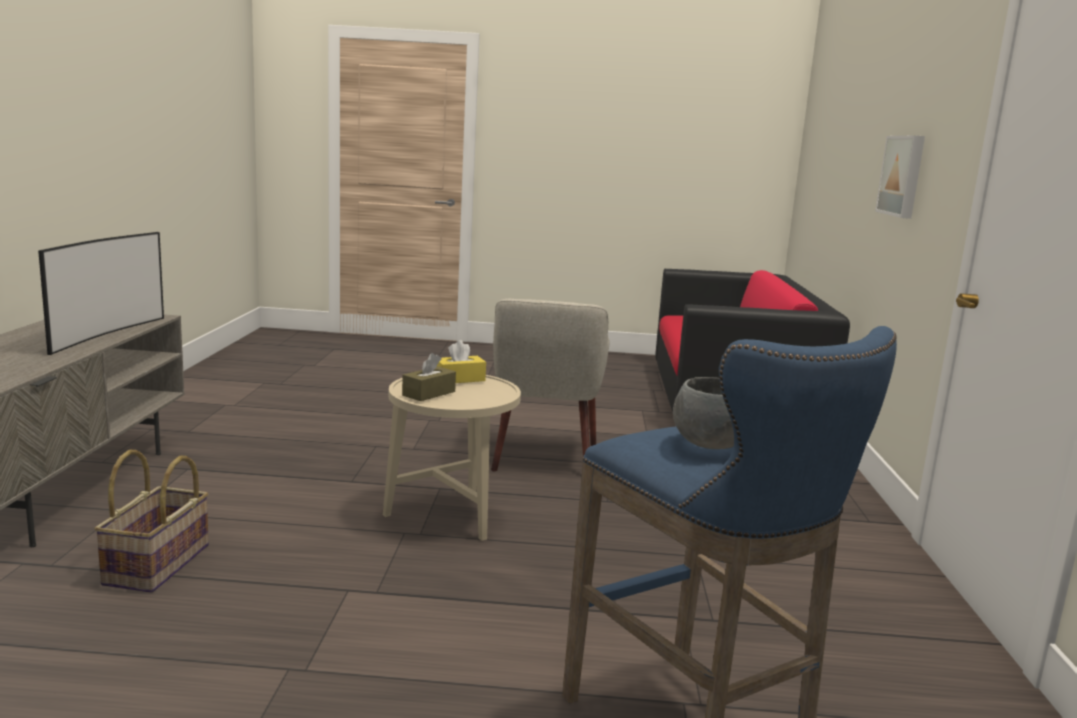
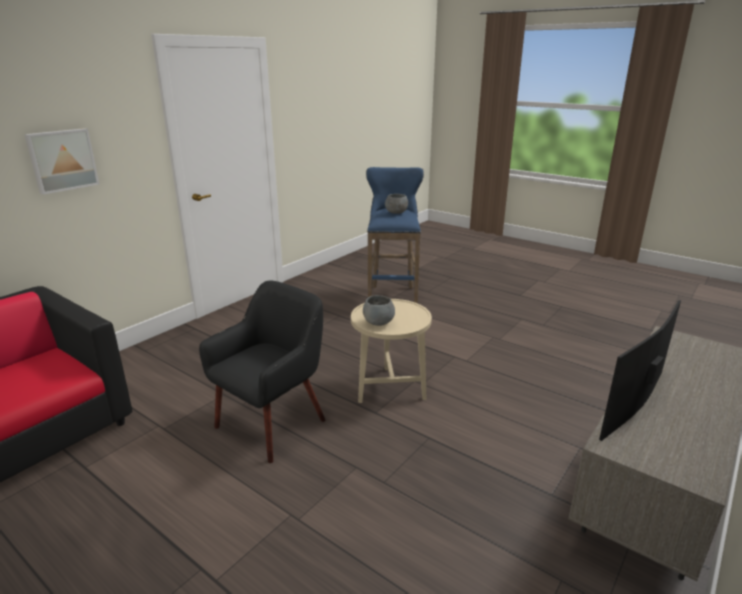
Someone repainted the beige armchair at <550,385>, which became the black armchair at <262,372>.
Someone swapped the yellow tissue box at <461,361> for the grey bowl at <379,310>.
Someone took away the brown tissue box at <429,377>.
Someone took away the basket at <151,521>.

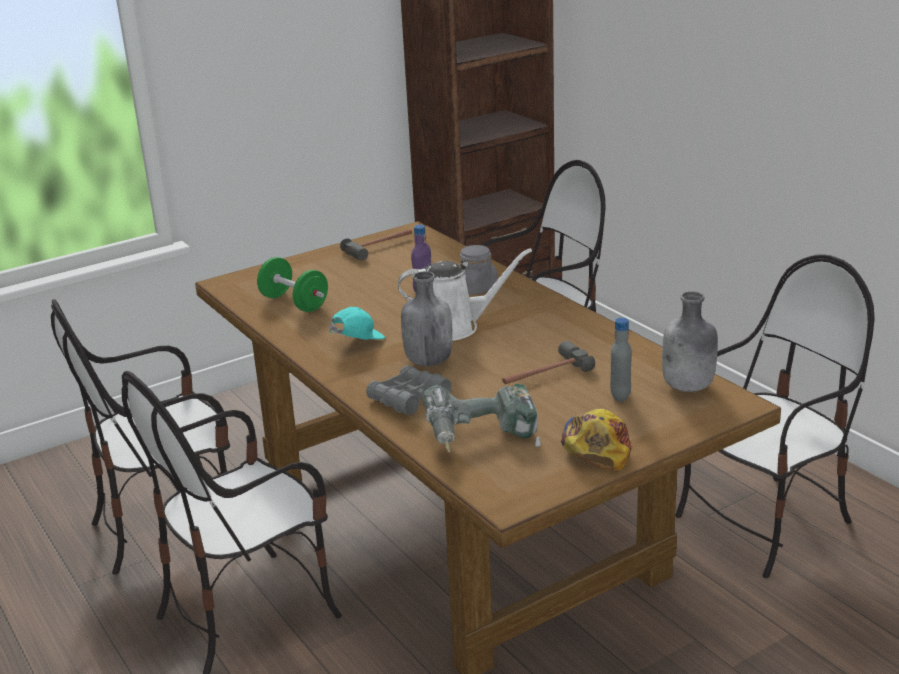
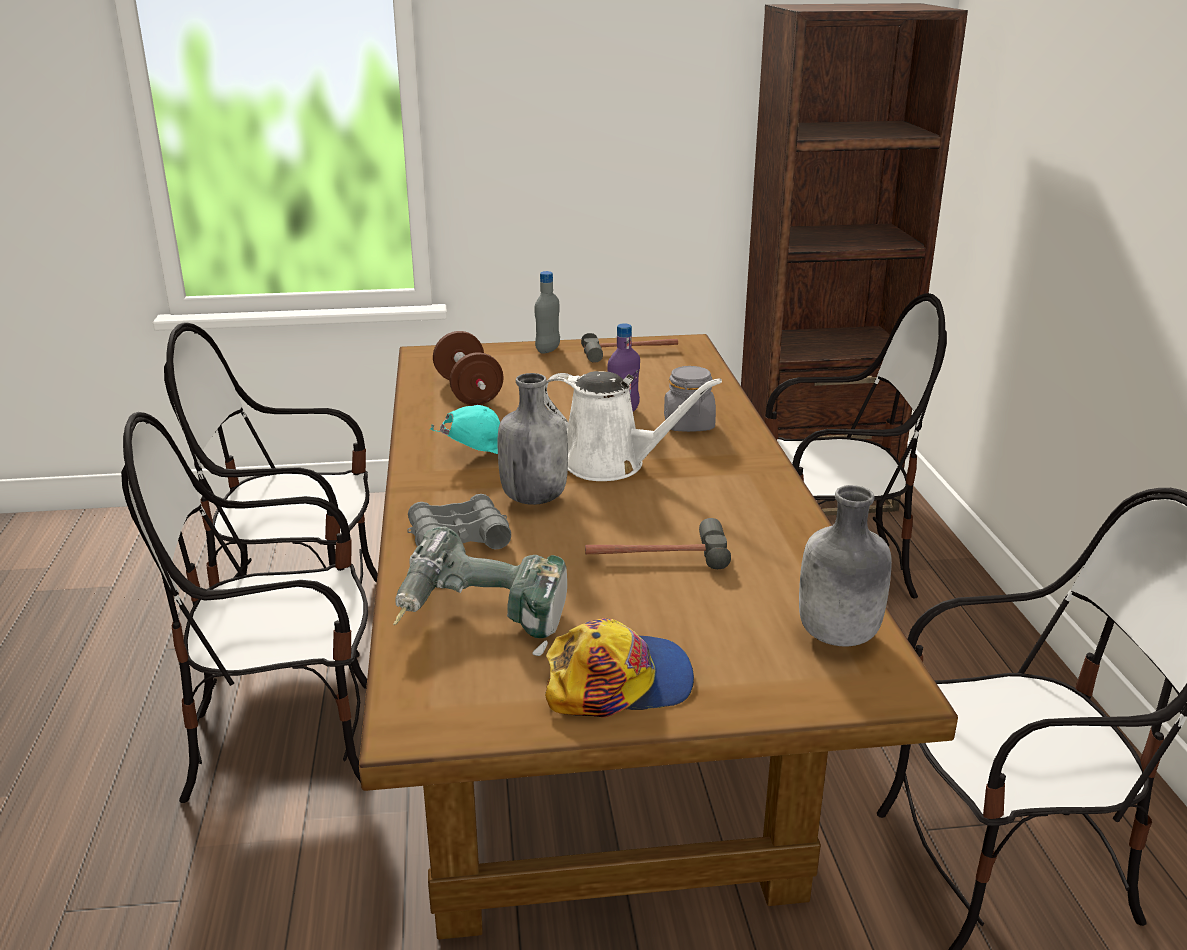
Someone repainted the green dumbbell at <292,284>, which became the brown dumbbell at <468,368>.
Someone carried the grey bottle from <621,360> to <547,312>.
Someone rotated the cap at <596,440> by 45 degrees clockwise.

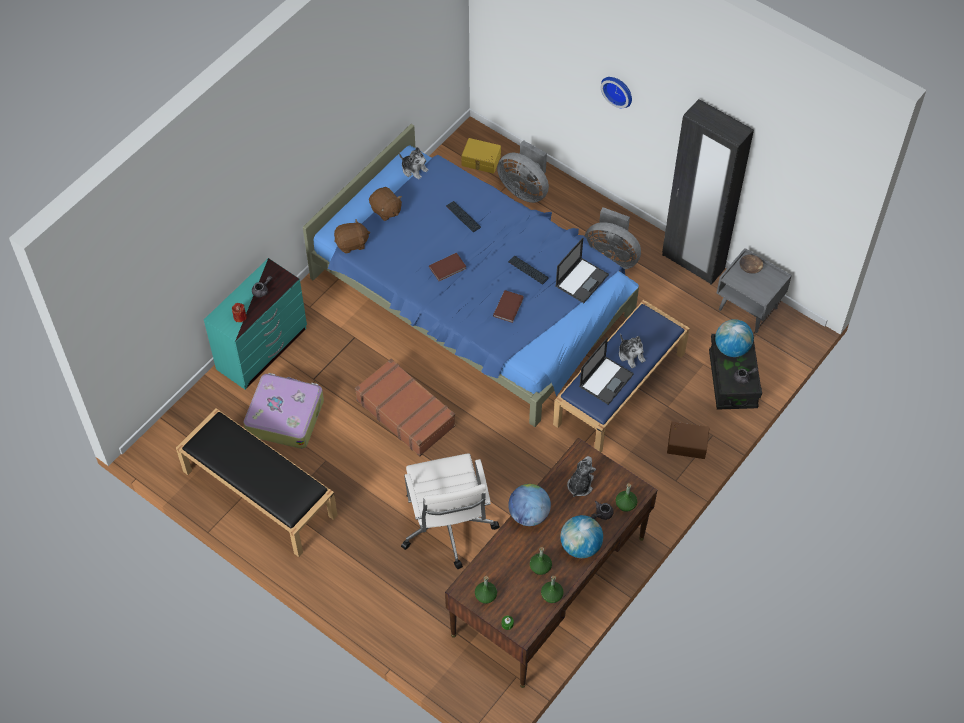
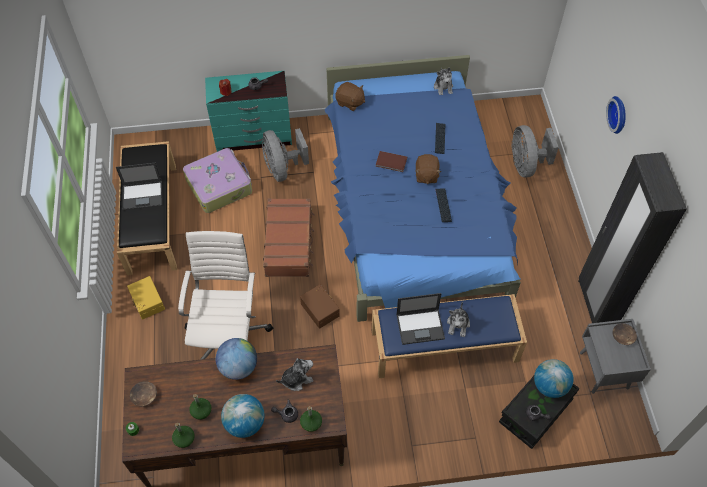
Someone carried the yellow storage box from <481,156> to <146,298>.
Someone carried the brown plush toy from <385,204> to <428,169>.
Someone carried the grey fan from <613,238> to <285,155>.
Someone carried the laptop from <582,270> to <139,186>.
Someone took away the brown book at <508,306>.
Someone carried the brown storage box from <688,440> to <320,306>.
Someone rotated the white office chair at <450,511> by 150 degrees clockwise.
Someone swapped the green bottle at <486,590> for the brown bowl at <143,393>.

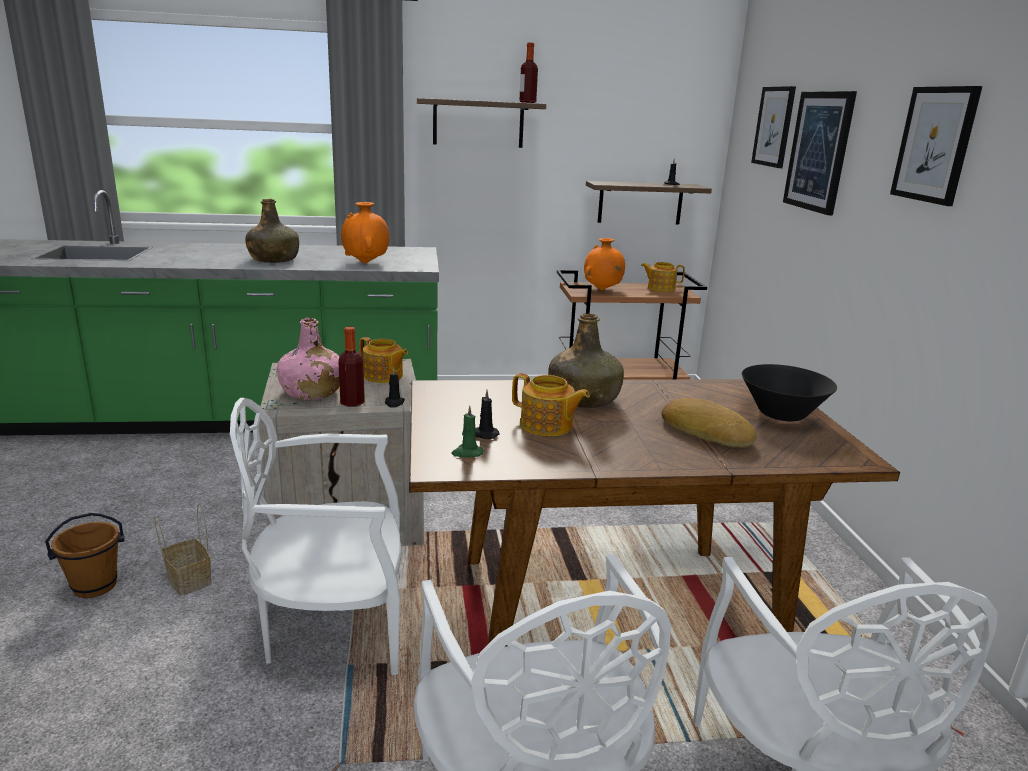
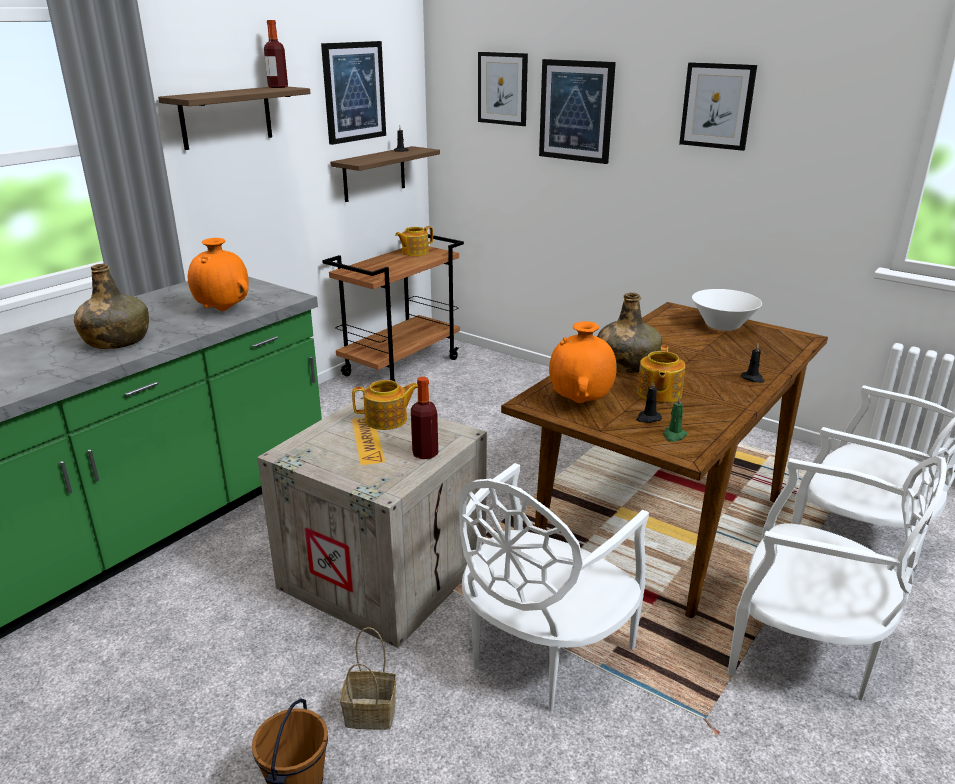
Someone carried the orange vase from <604,264> to <583,362>.
Someone took away the pink bottle at <308,359>.
Someone repainted the black bowl at <789,392>, which became the white bowl at <727,310>.
Someone carried the black candle from <395,388> to <753,363>.
Someone rotated the teapot at <551,404> by 120 degrees clockwise.
Someone took away the bread at <709,422>.
Someone put up the picture at <353,93>.

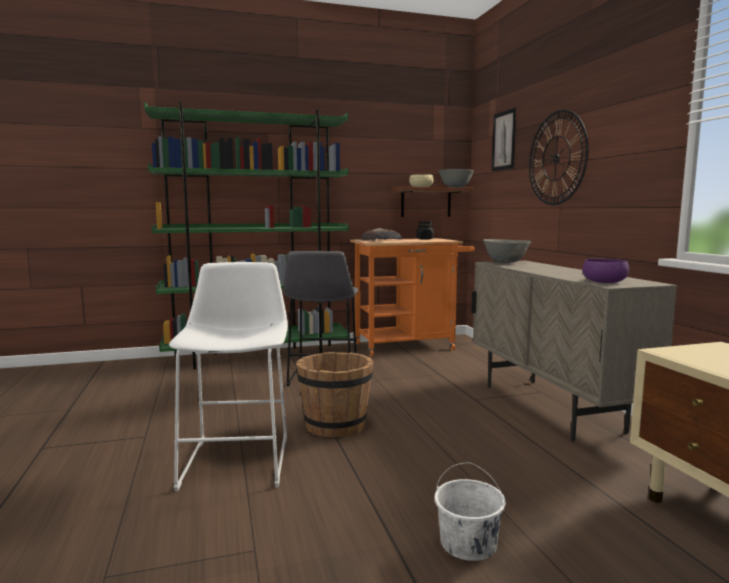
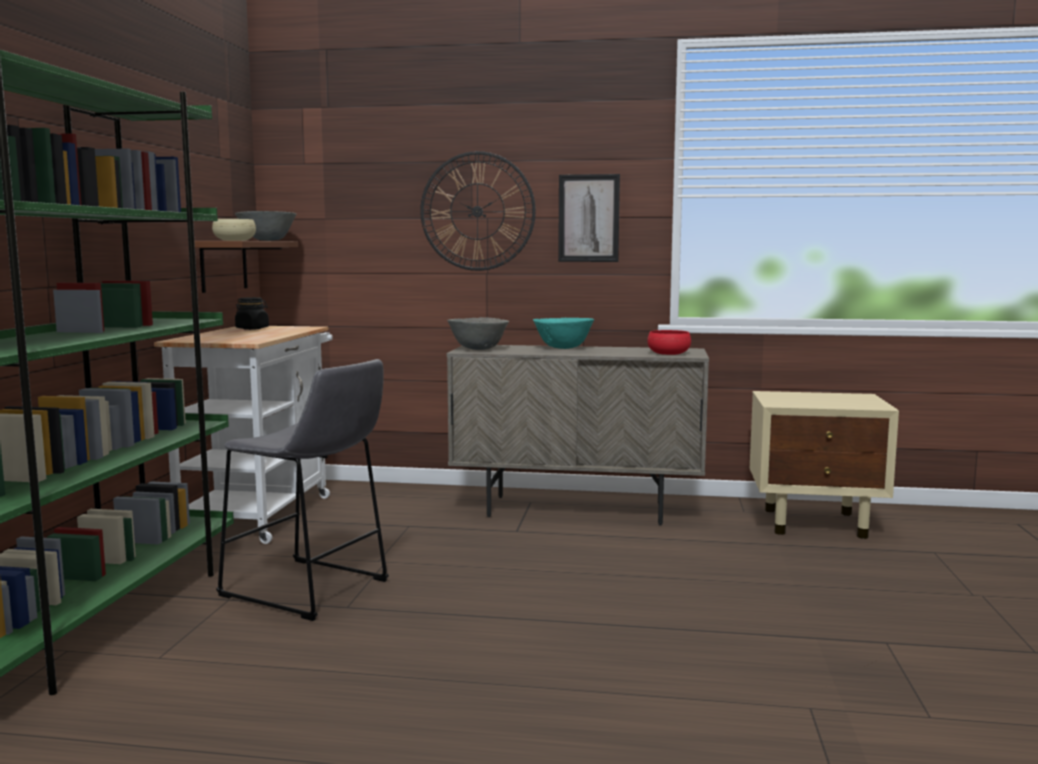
Someone carried the picture from <503,139> to <589,218>.
Someone took away the bread at <381,234>.
Someone repainted the orange cart at <412,297>, which became the white cart at <243,435>.
Someone repainted the purple bowl at <605,271>, which became the red bowl at <669,342>.
Someone took away the white stool at <228,376>.
Someone took away the brown bucket at <335,394>.
Someone took away the white bucket at <470,512>.
Someone put down the turquoise bowl at <563,333>.

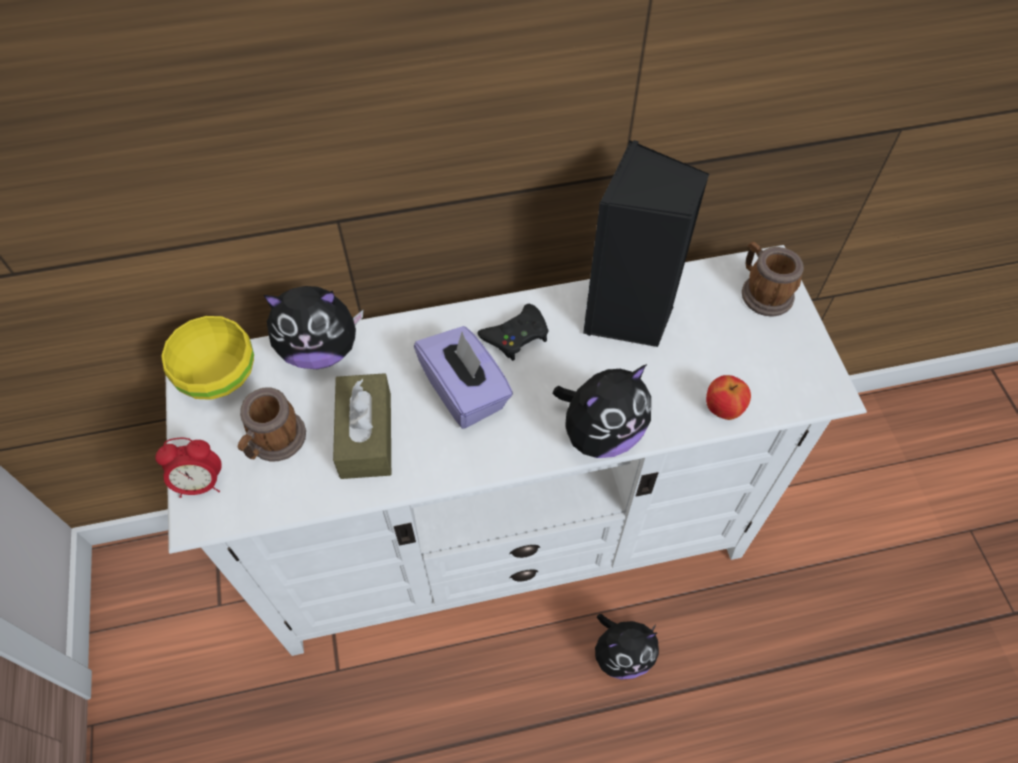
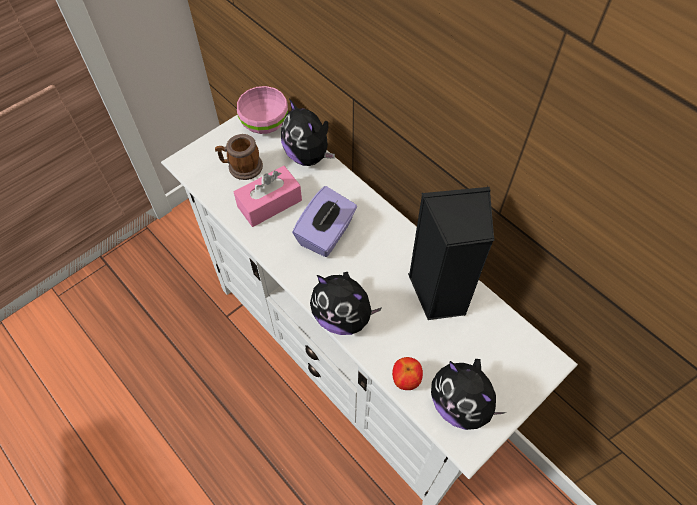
Someone took away the mug at <773,279>.
Someone took away the black game controller at <512,332>.
Someone repainted the yellow bowl at <207,358>, which became the pink bowl at <262,110>.
Someone repainted the brown tissue box at <362,426>, which became the pink tissue box at <268,196>.
Someone took away the alarm clock at <188,467>.
Someone carried the plush toy from <627,647> to <468,394>.

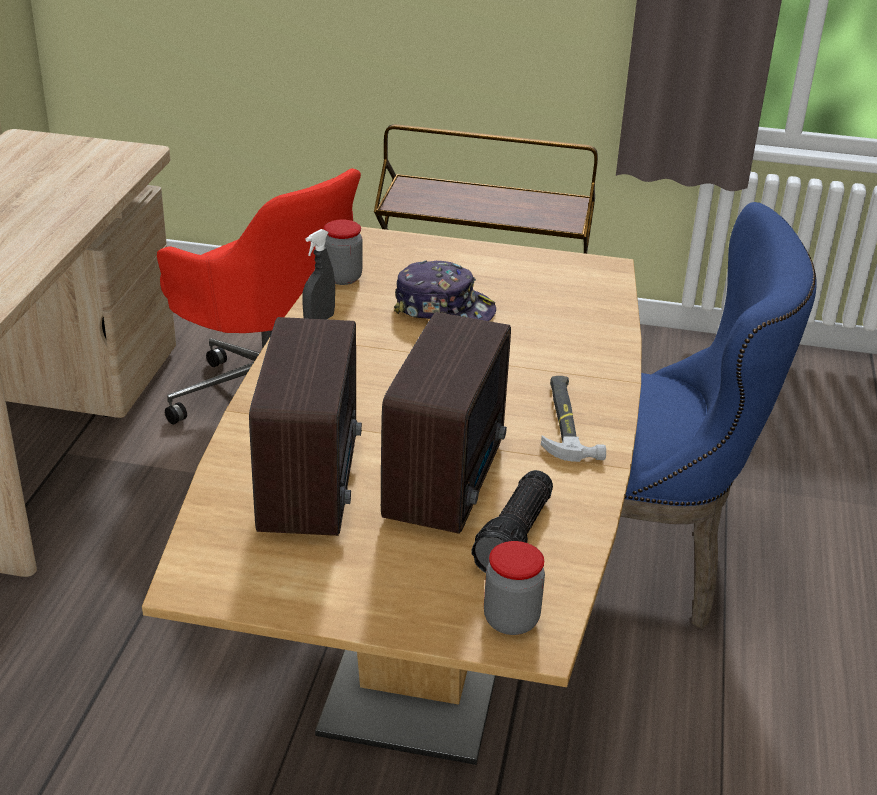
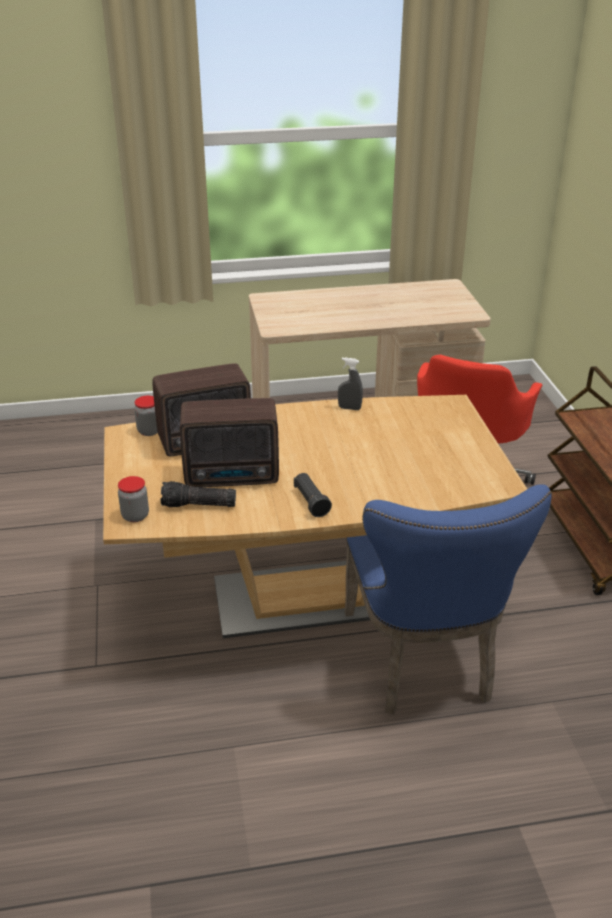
Someone carried the jar from <343,252> to <146,416>.
Someone took away the cap at <445,290>.
Someone swapped the hammer at <573,419> for the black flashlight at <313,495>.

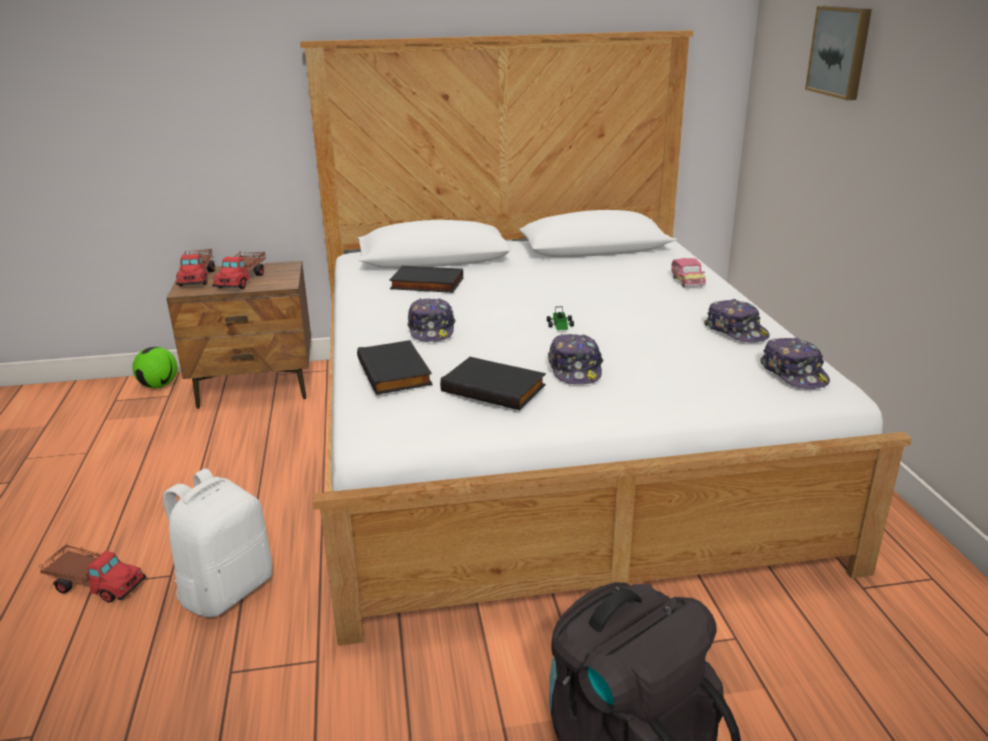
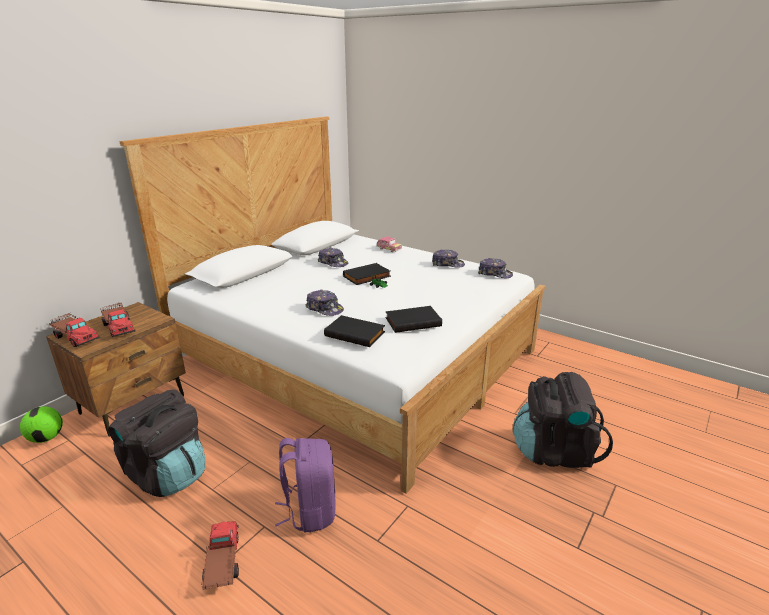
Someone took away the picture at <838,53>.
Someone carried the black book from <426,279> to <367,274>.
Someone carried the cap from <575,358> to <333,257>.
Someone repainted the white backpack at <217,542>, which became the purple backpack at <305,485>.
Someone rotated the toy truck at <92,573> by 75 degrees counterclockwise.
Someone put down the black backpack at <157,443>.

